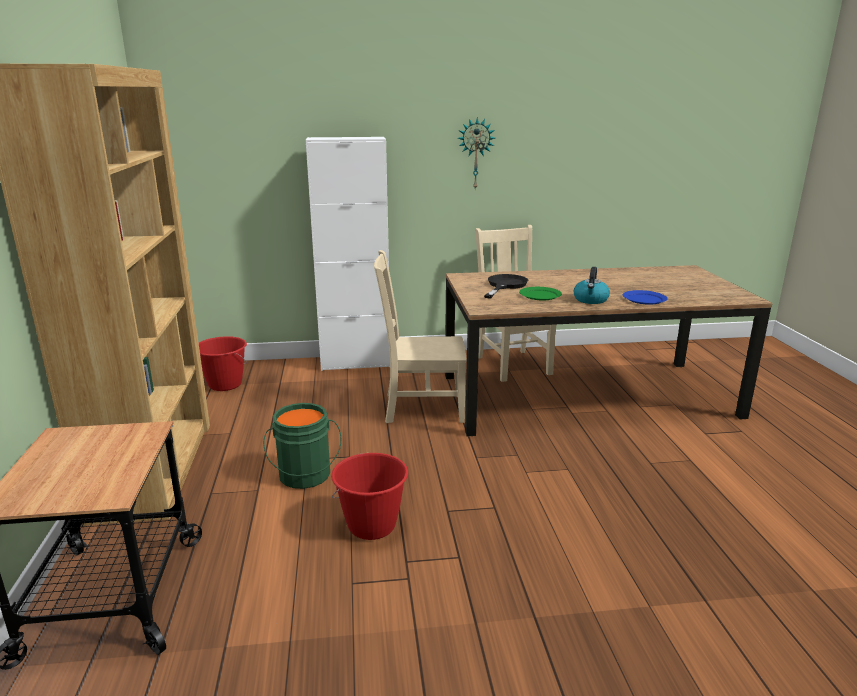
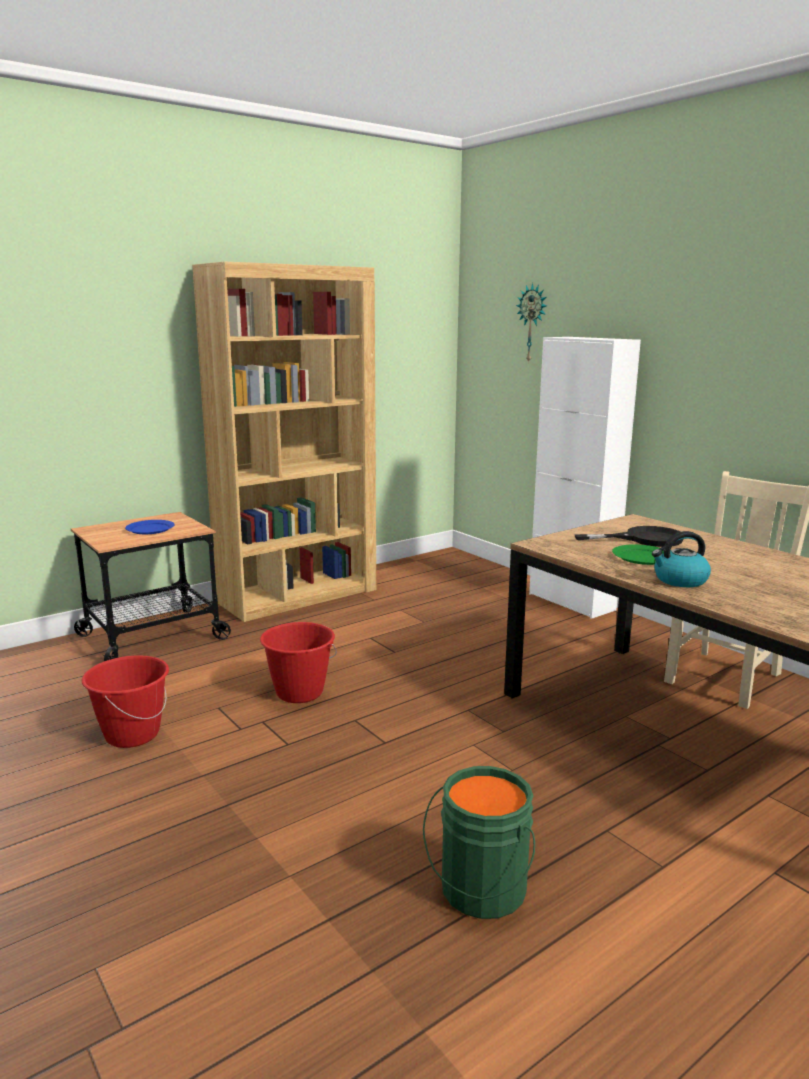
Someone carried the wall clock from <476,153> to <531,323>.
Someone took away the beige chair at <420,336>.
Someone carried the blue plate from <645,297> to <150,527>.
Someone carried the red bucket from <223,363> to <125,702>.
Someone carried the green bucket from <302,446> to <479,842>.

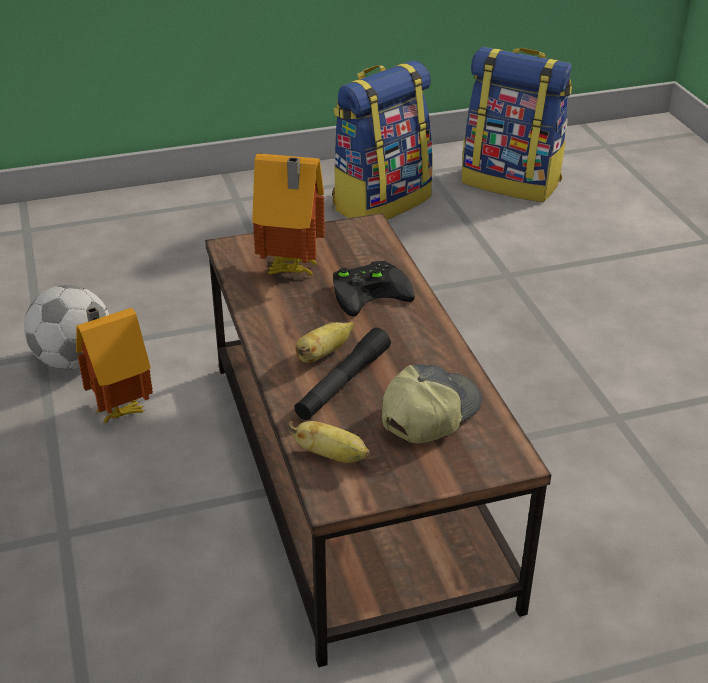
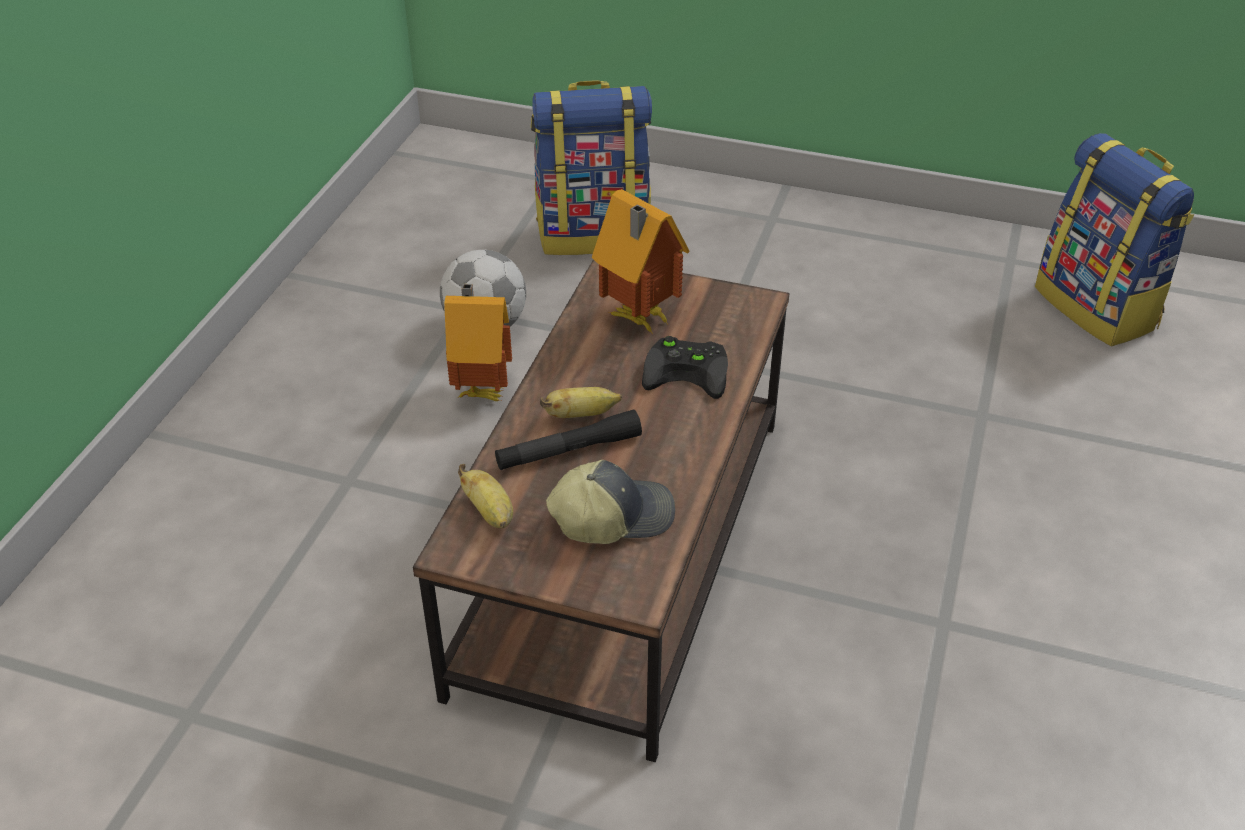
Someone carried the backpack from <382,140> to <591,167>.

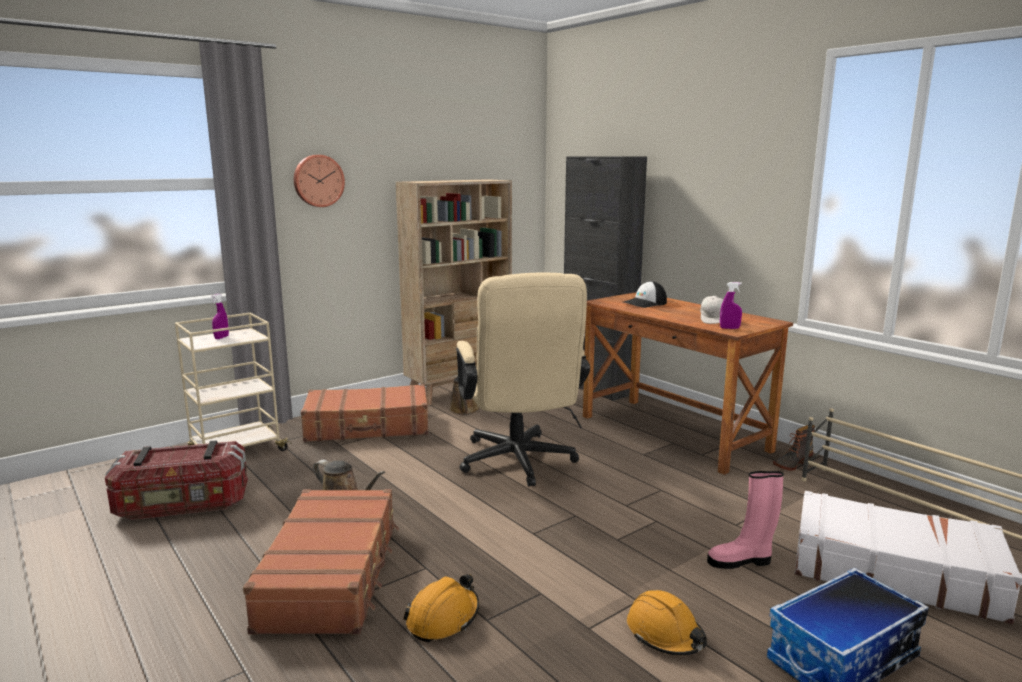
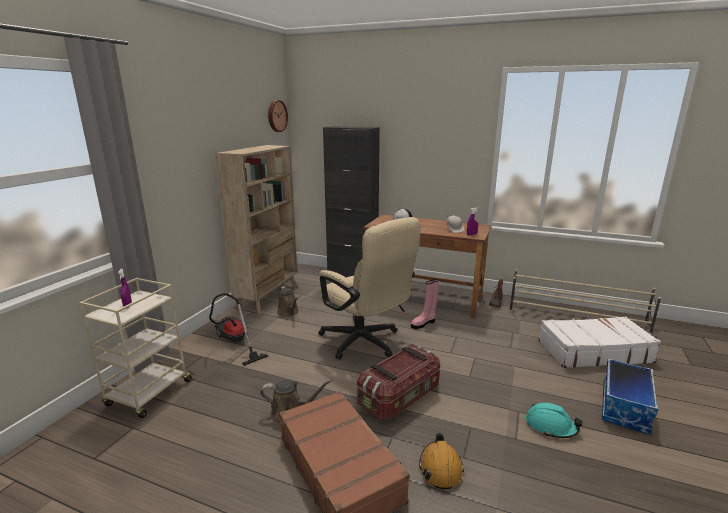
Someone carried the wall clock from <319,181> to <278,116>.
Someone swapped the brown suitcase at <364,413> for the vacuum cleaner at <238,329>.
Someone carried the storage box from <176,480> to <398,382>.
Someone carried the pink boot from <745,520> to <425,304>.
Someone repainted the orange hard hat at <667,622>, which became the turquoise hard hat at <554,420>.

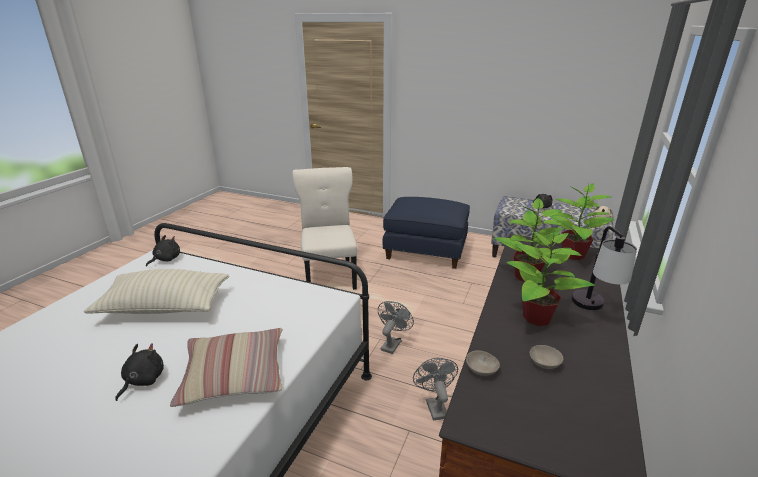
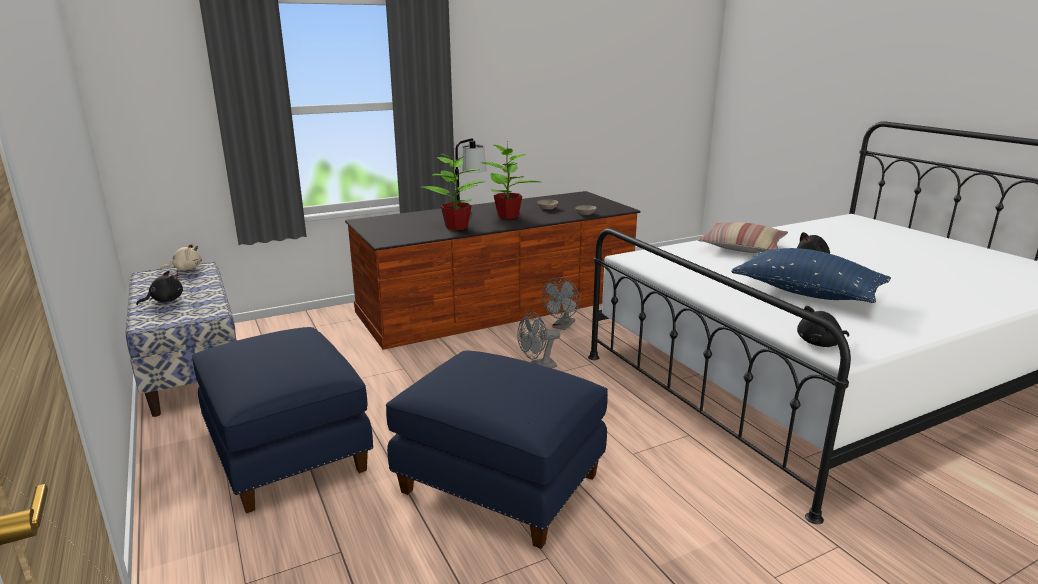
Someone swapped the beige chair at <325,228> for the blue ottoman at <497,450>.
Someone took away the potted plant at <582,221>.
Someone repainted the beige pillow at <156,291>, which became the blue pillow at <811,275>.

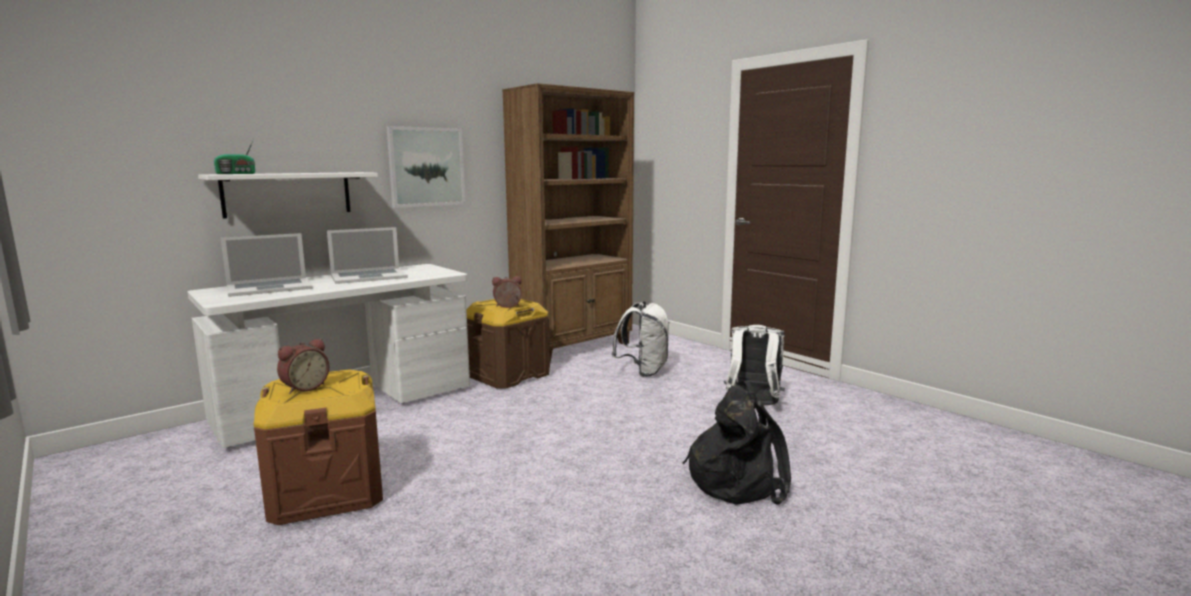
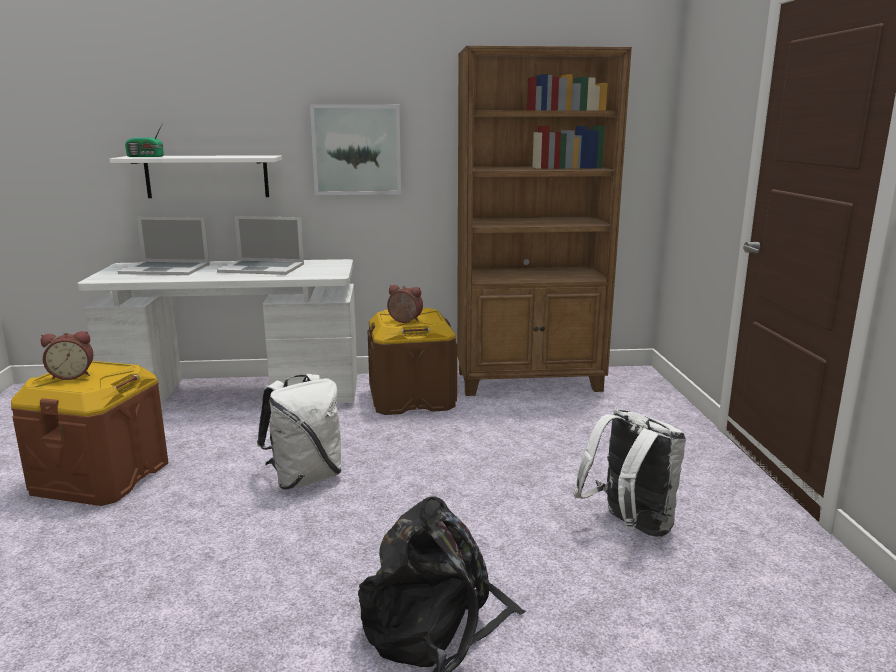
Someone carried the white backpack from <641,339> to <299,432>.

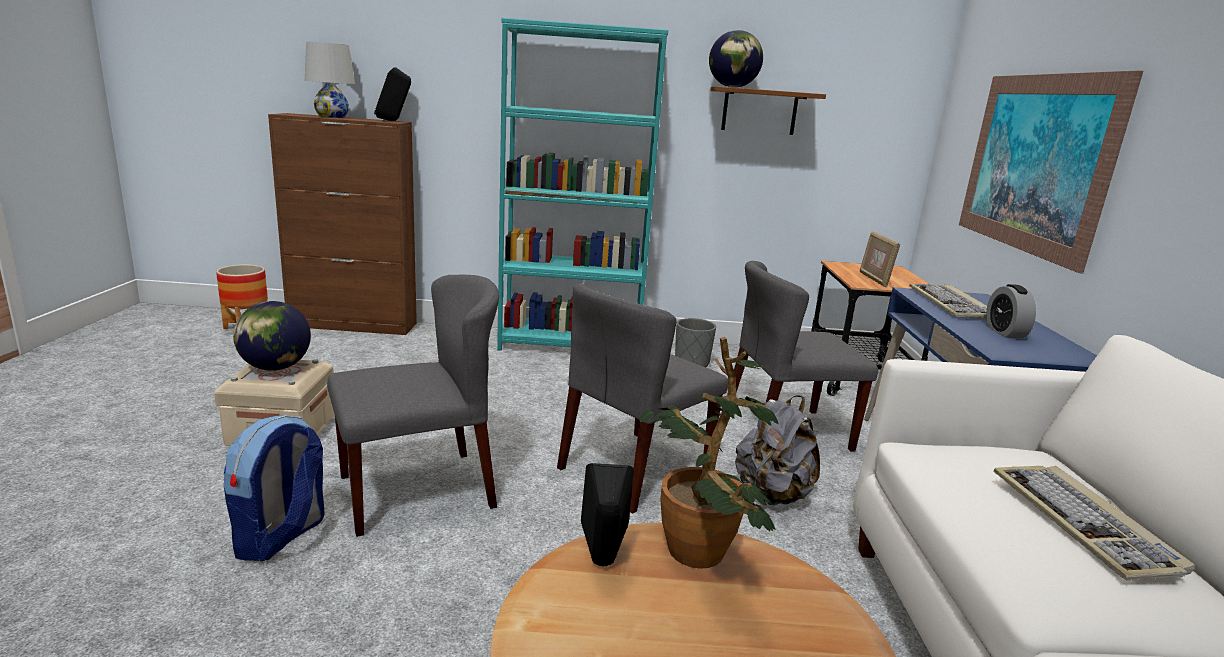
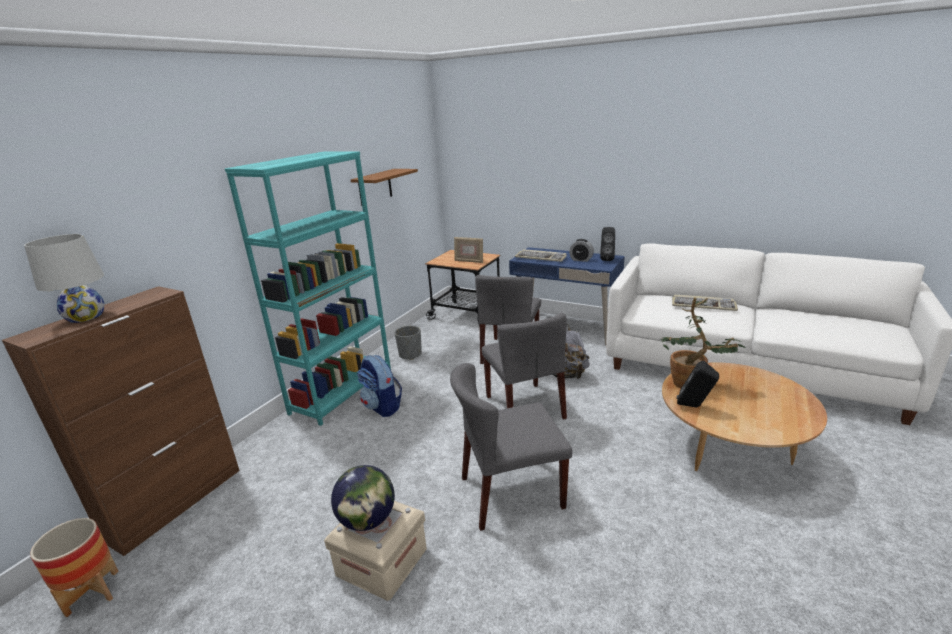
Someone took away the globe at <736,59>.
Someone carried the black speaker from <392,94> to <607,244>.
Someone took away the picture at <1051,172>.
Someone rotated the grey chair at <413,406> by 105 degrees counterclockwise.
Someone carried the backpack from <274,488> to <379,386>.

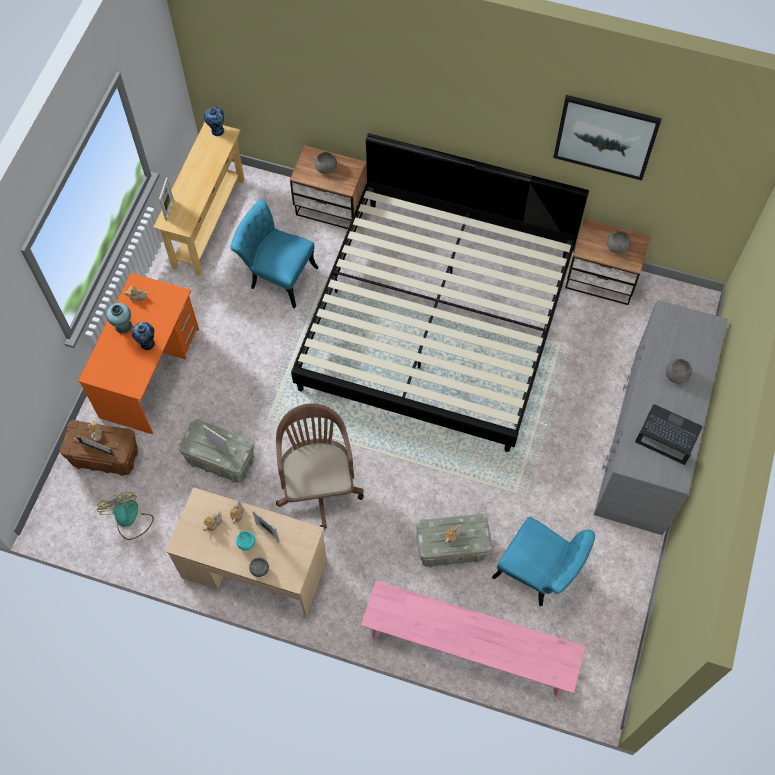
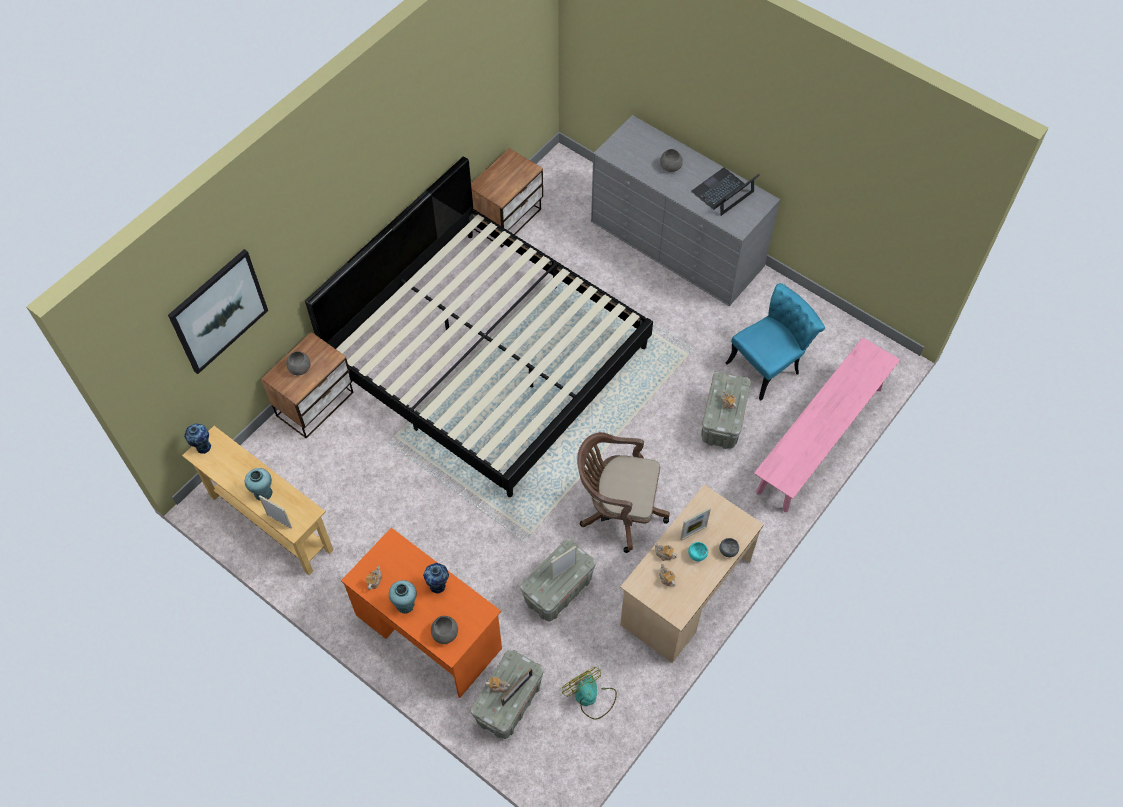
Someone carried the picture from <607,137> to <218,311>.
Someone took away the turquoise chair at <274,253>.
Someone carried the grey bowl from <619,242> to <444,630>.
Someone repainted the brown storage box at <99,448>, which became the grey storage box at <507,694>.
Someone rotated the fan at <125,516> by 60 degrees clockwise.
Someone put down the turquoise vase at <259,484>.

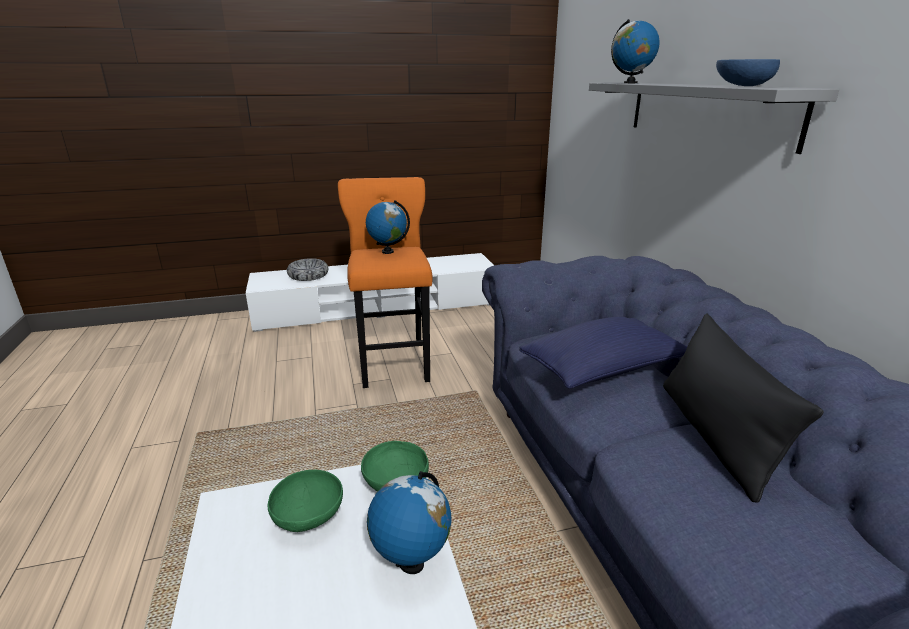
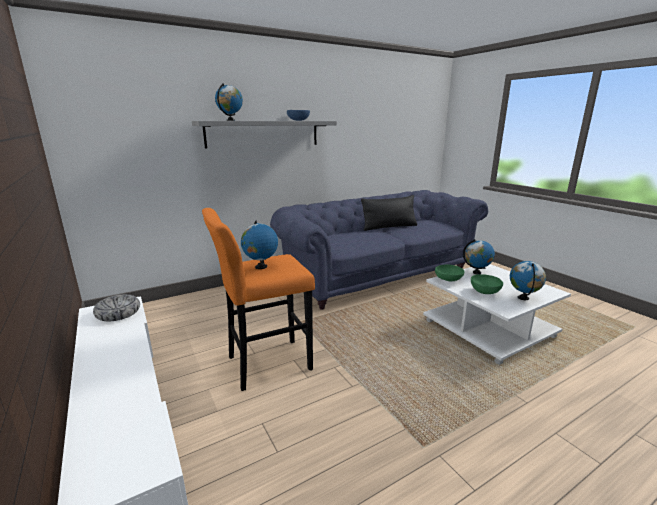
Someone carried the bowl from <307,269> to <116,307>.
Someone took away the blue pillow at <603,353>.
Someone put down the globe at <528,280>.

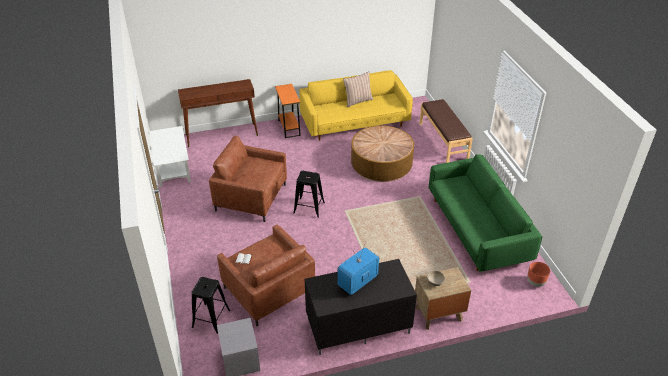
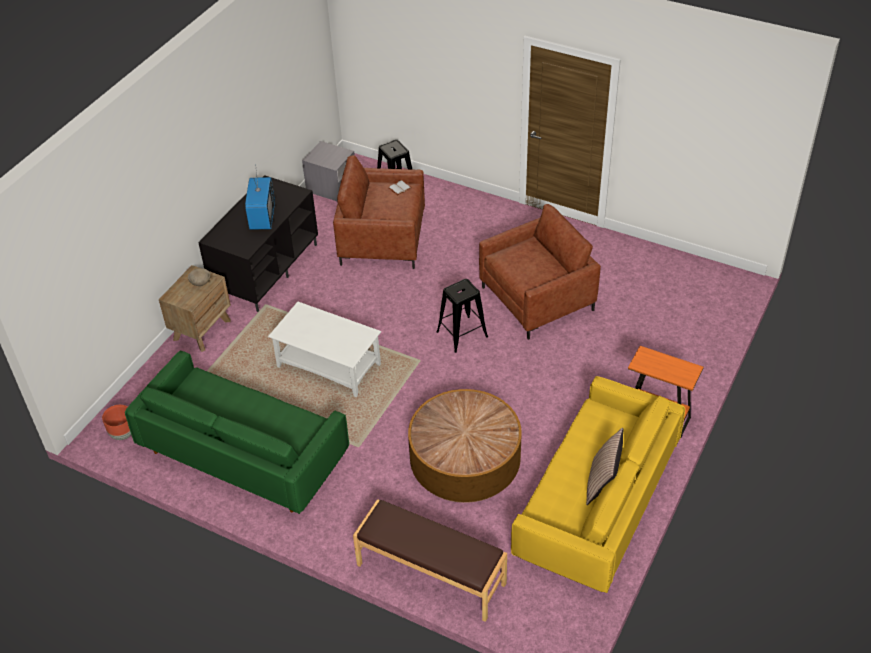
Someone took away the brown console table at <218,113>.
Someone carried the white coffee table from <170,156> to <324,349>.

